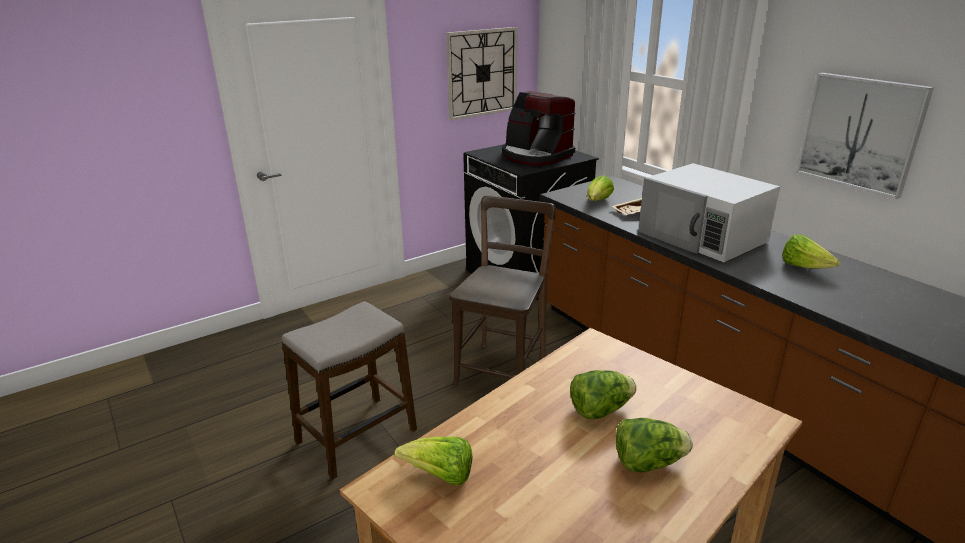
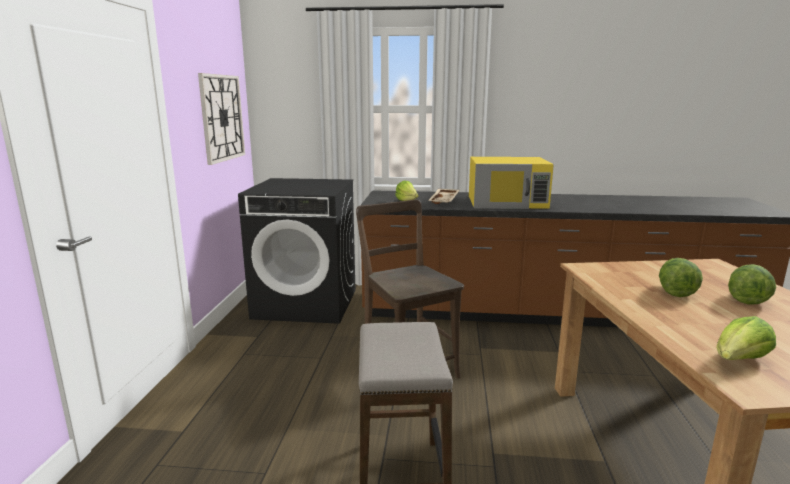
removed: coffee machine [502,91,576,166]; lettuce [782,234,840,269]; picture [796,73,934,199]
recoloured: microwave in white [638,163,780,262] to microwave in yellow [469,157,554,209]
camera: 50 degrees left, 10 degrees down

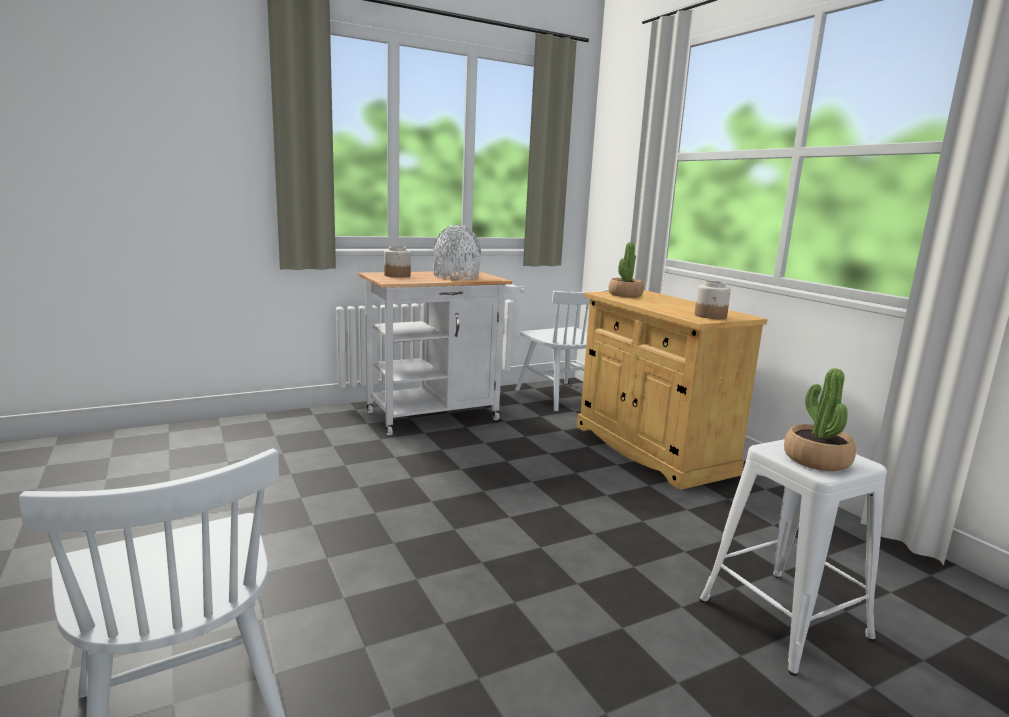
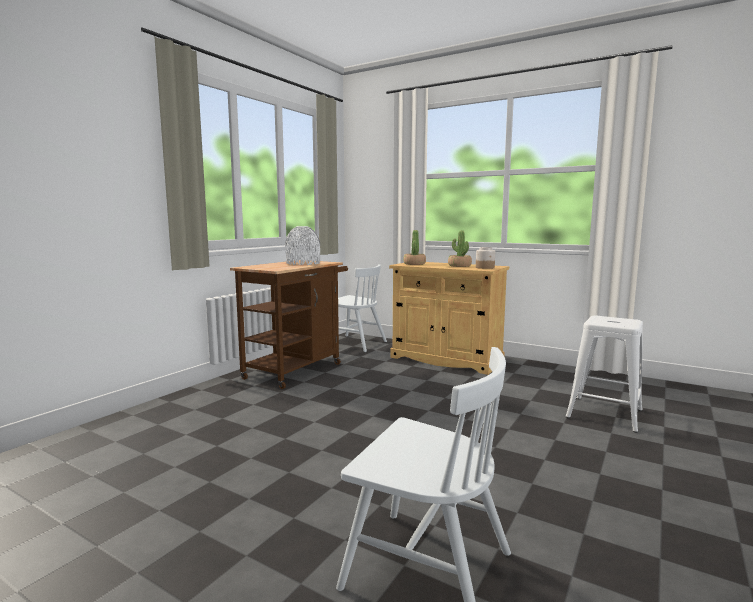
removed: jar [384,246,411,278]
moved: potted plant [784,368,856,471] to [448,230,472,267]
recoloured: cart in white [358,271,526,436] to cart in brown [230,260,348,389]
camera: 30 degrees left, 5 degrees down

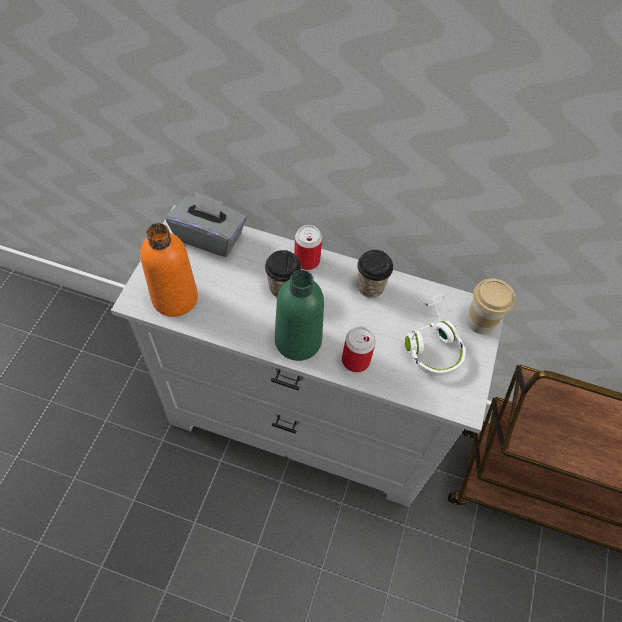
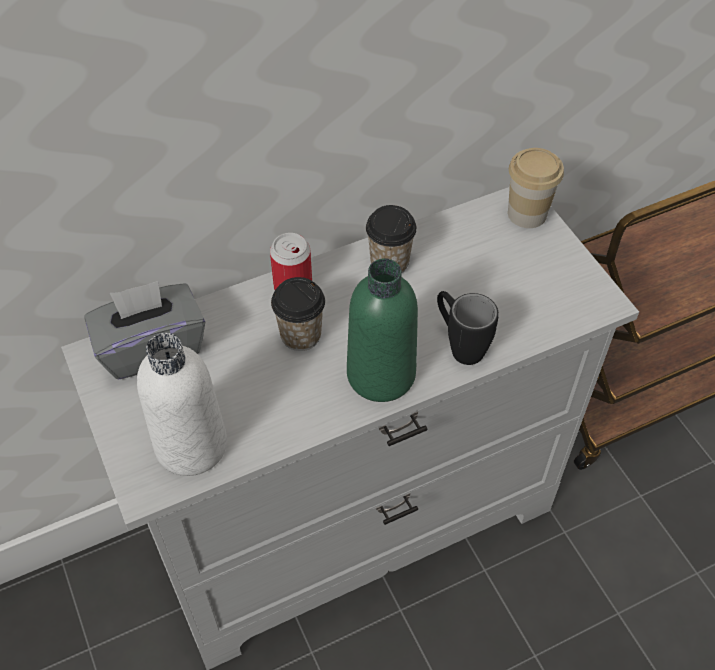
removed: headphones in white [405,295,466,376]
replaced: can [342,327,376,372] to mug in black [437,291,499,365]
recoloured: bottle in orange [140,223,198,317] to bottle in white [137,333,227,476]
camera: 40 degrees left, 5 degrees down

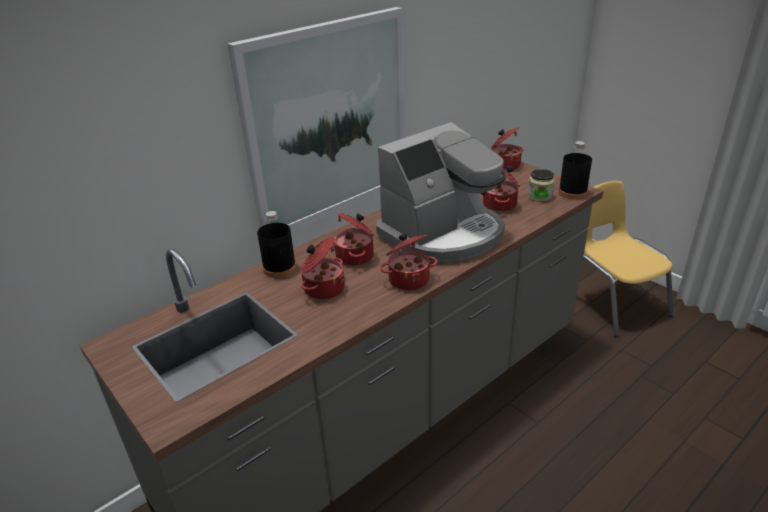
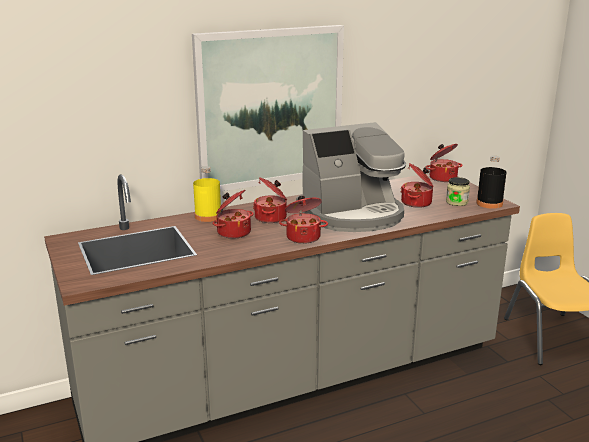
recoloured: bottle in black [257,211,296,278] to bottle in yellow [193,166,221,222]
camera: 15 degrees right, 10 degrees down

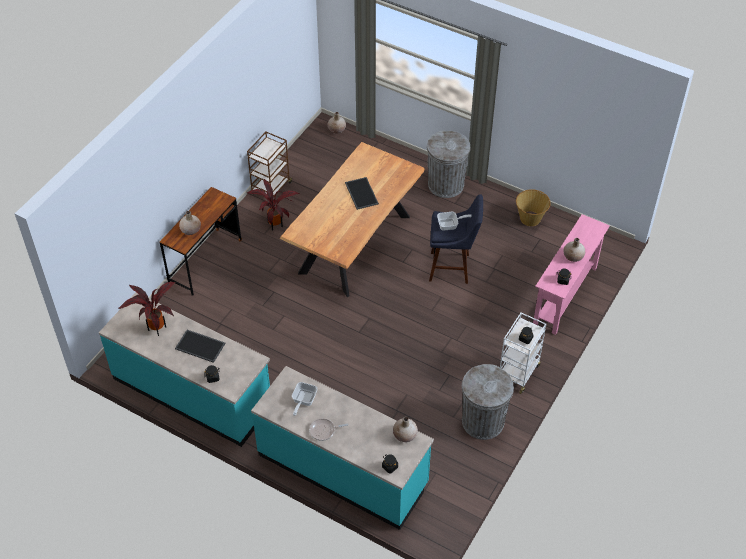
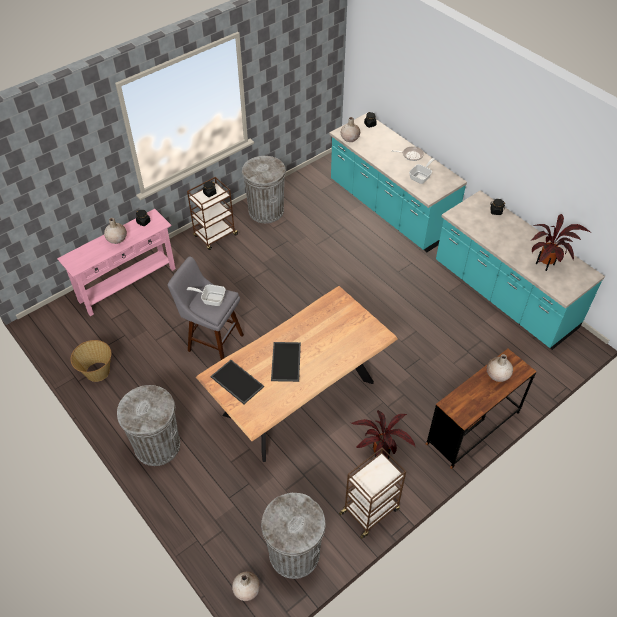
added: trash can in grey [261,493,325,579]
moved: tray [175,330,225,363] to [211,360,264,404]
recoloured: stool in blue [429,194,483,284] to stool in grey [168,256,244,360]; cart in white [500,313,546,394] to cart in brown [187,177,238,250]
camera: 160 degrees left, 0 degrees up

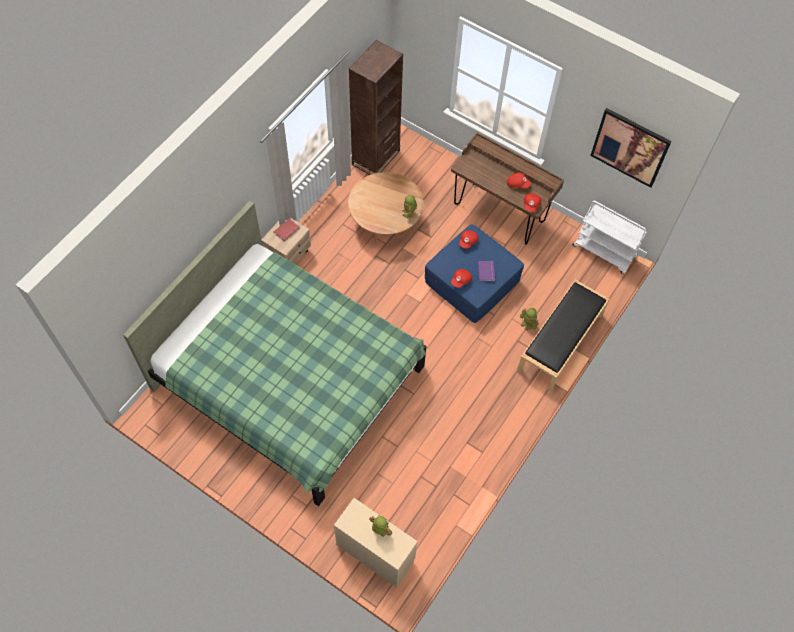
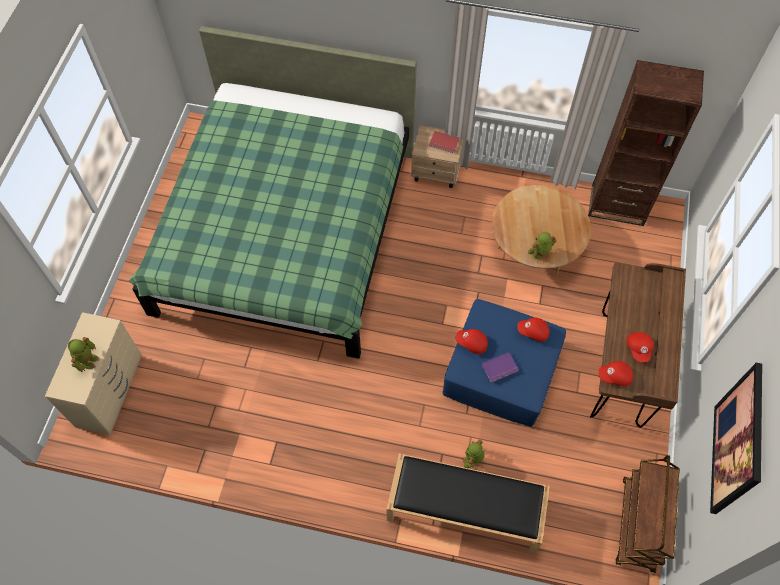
recoloured: cart in white [573,201,647,274] to cart in brown [616,455,680,573]
camera: 70 degrees right, 0 degrees up

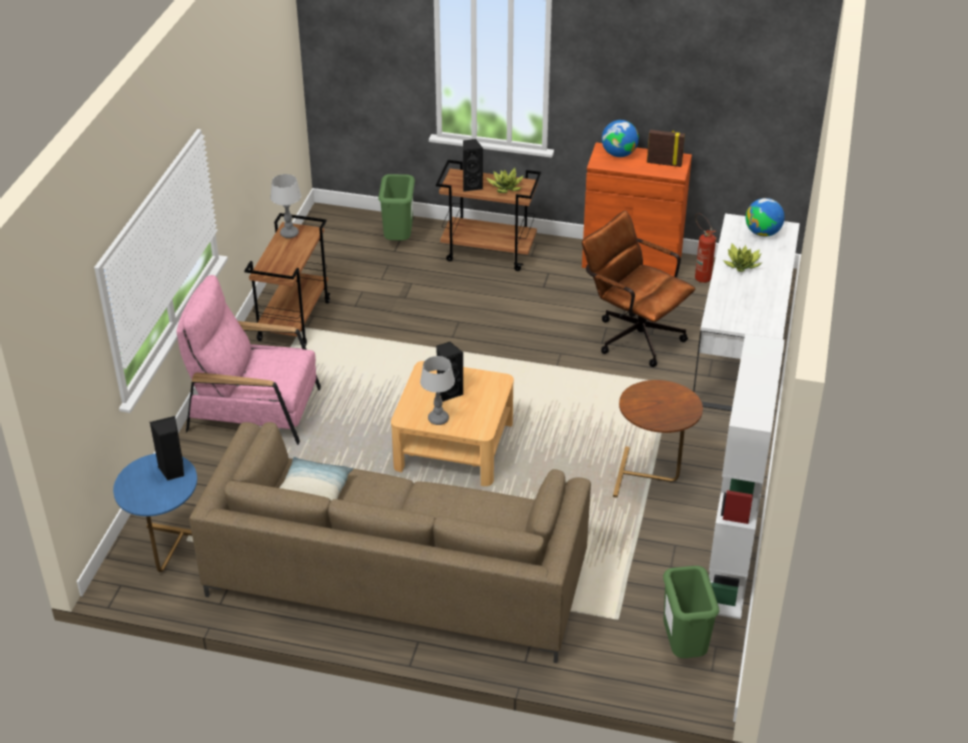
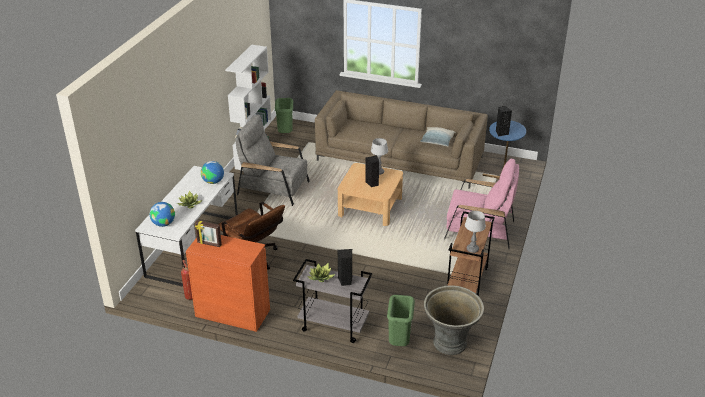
added: planter in grey [424,285,484,355]
moved: globe [602,120,639,157] to [201,161,224,184]
replaced: side table in brown [613,380,703,497] to armchair in grey [235,115,309,206]
recoloured: cart in brown [436,160,541,271] to cart in grey [293,259,372,343]
camera: 175 degrees left, 5 degrees down

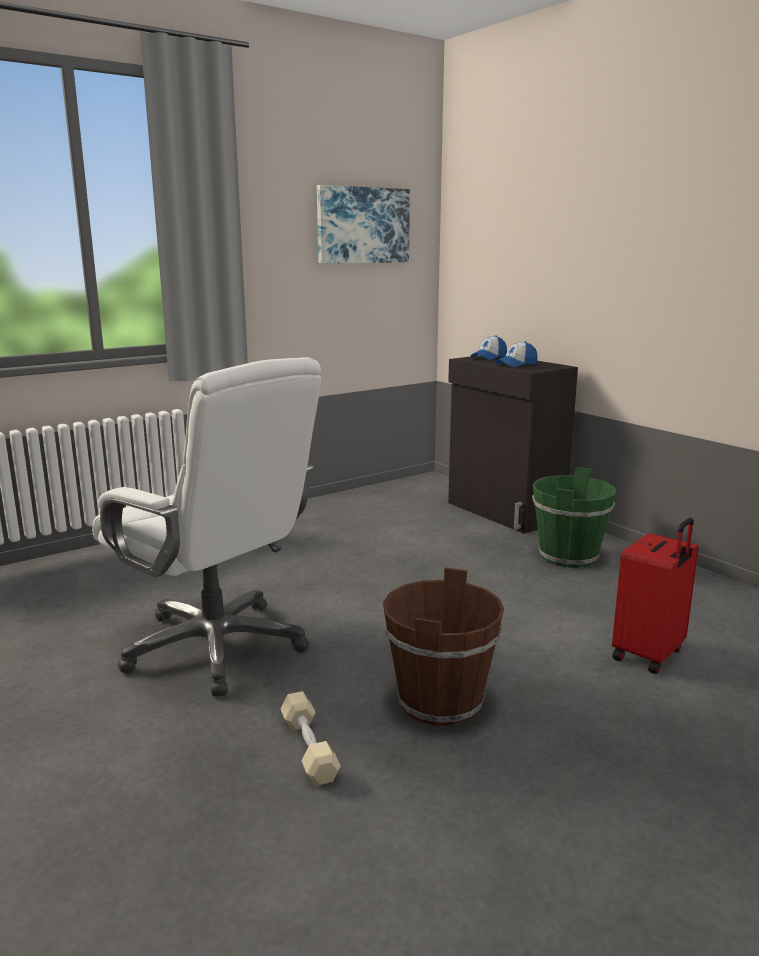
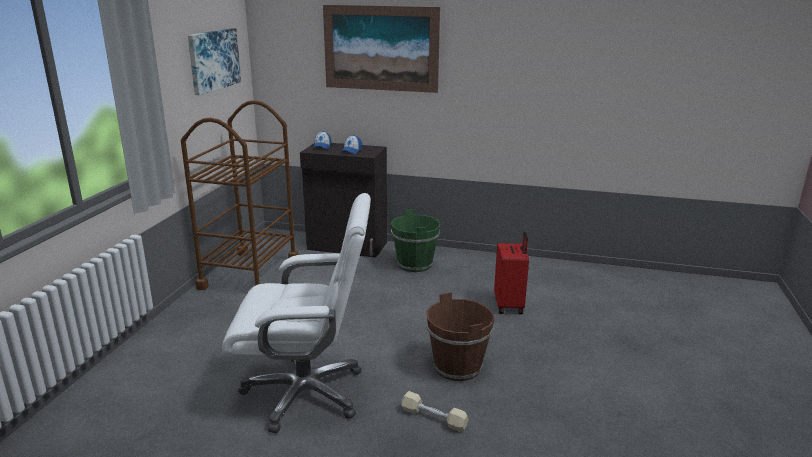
added: cart in brown [181,100,299,290]; picture [323,5,440,93]
camera: 40 degrees left, 5 degrees up

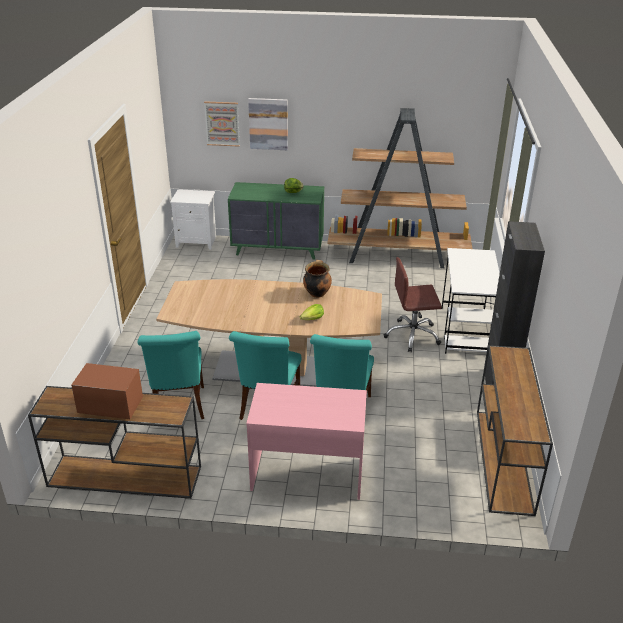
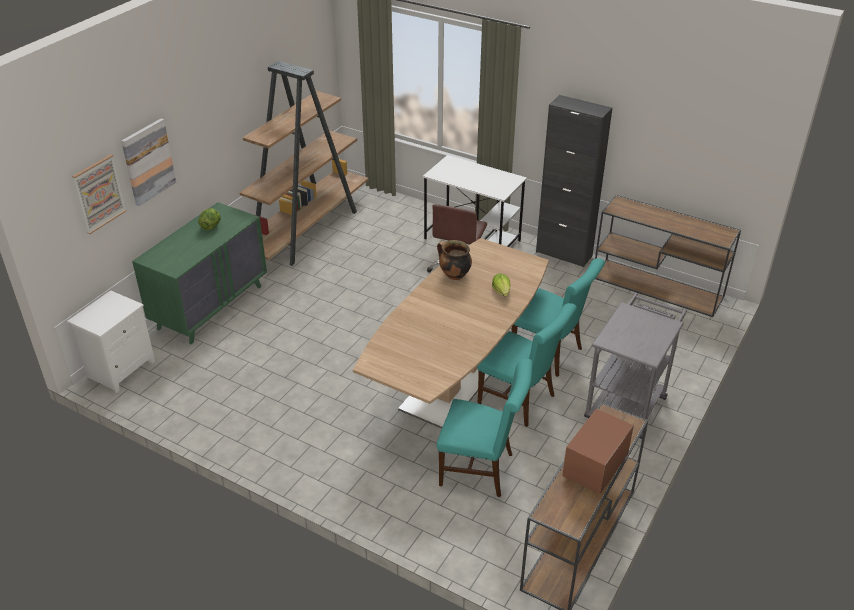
replaced: desk in pink [246,383,367,500] to cart in grey [584,293,687,439]
camera: 65 degrees left, 5 degrees up

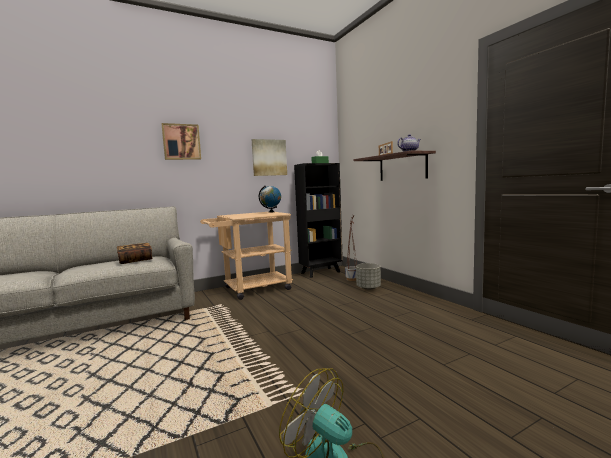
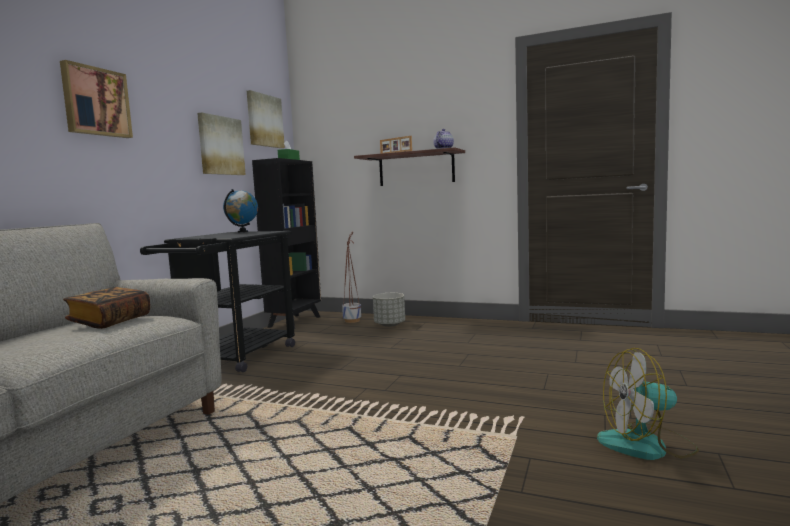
added: picture [247,90,285,148]
recoloured: cart in beige [200,212,293,300] to cart in black [140,231,295,372]
camera: 40 degrees left, 0 degrees up

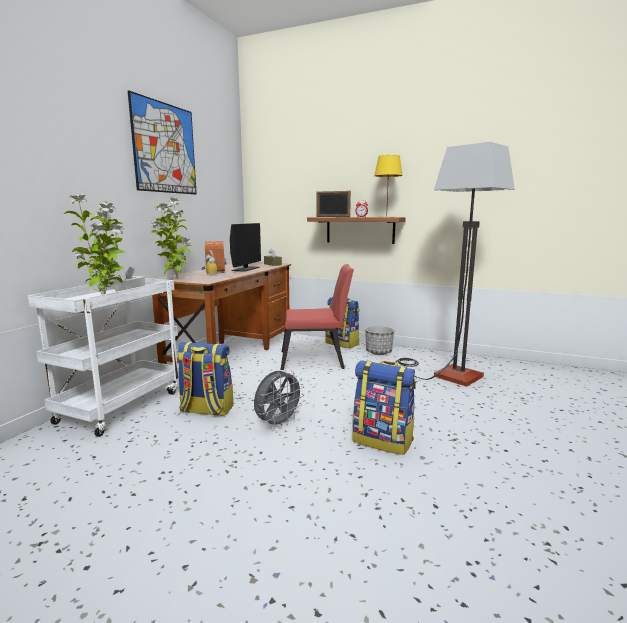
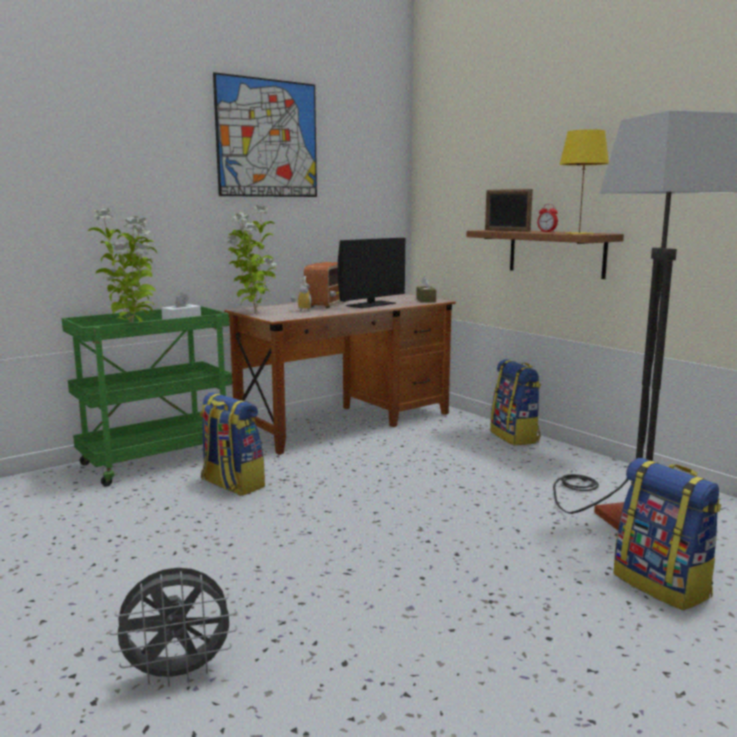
removed: chair in red [281,264,354,370]; planter [365,326,394,355]
moved: fan in grey [254,370,304,429] to [109,568,237,687]; backpack [352,361,416,455] to [613,458,721,611]
recoloured: cart in white [27,278,179,437] to cart in green [62,306,232,487]
camera: 30 degrees right, 0 degrees up

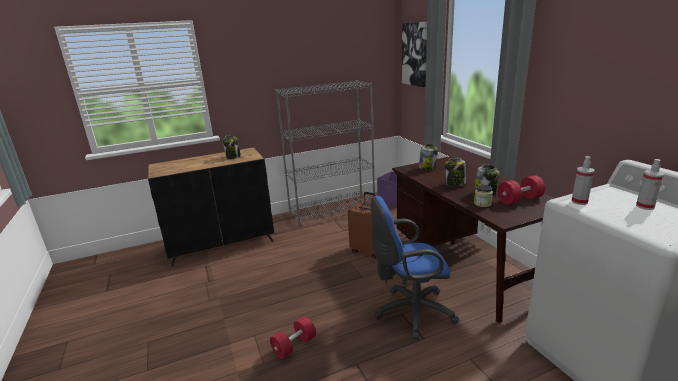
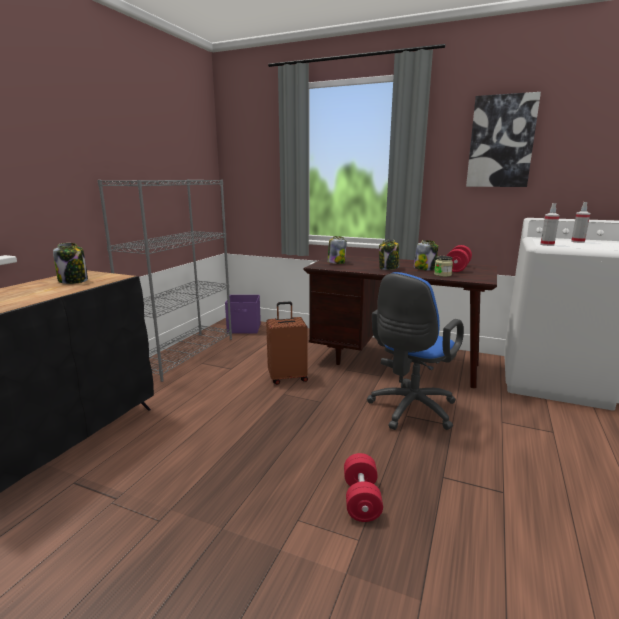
moved: picture [402,22,427,87] to [466,92,541,187]
camera: 45 degrees left, 5 degrees down

